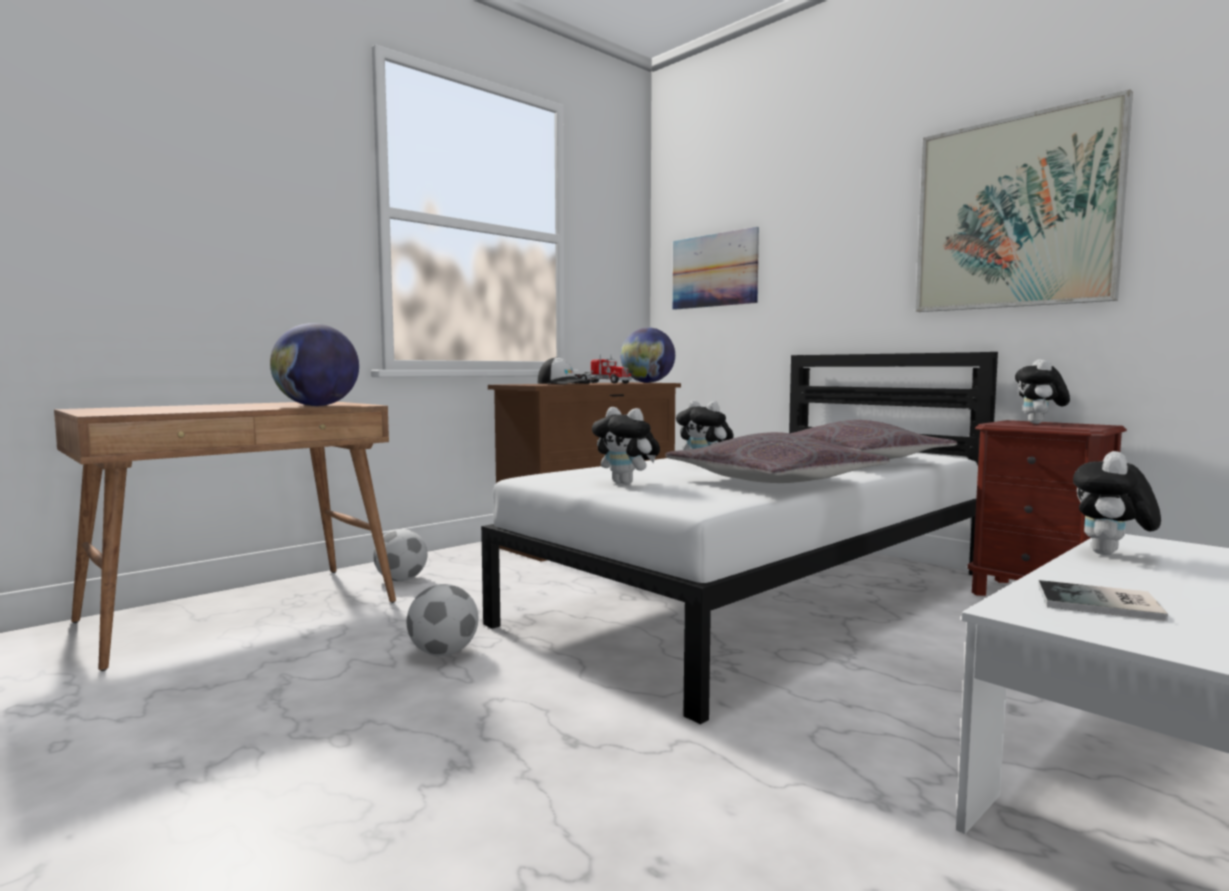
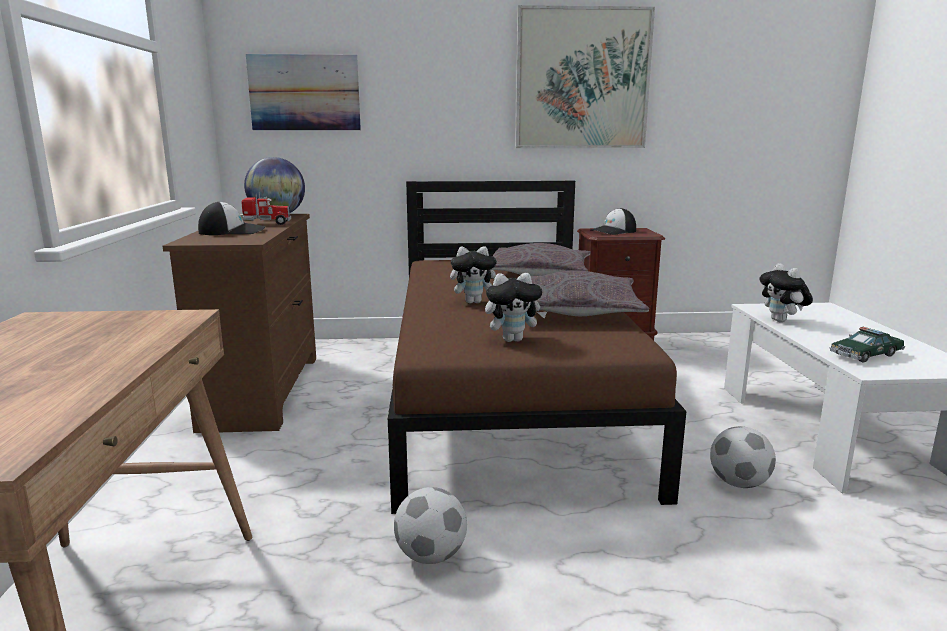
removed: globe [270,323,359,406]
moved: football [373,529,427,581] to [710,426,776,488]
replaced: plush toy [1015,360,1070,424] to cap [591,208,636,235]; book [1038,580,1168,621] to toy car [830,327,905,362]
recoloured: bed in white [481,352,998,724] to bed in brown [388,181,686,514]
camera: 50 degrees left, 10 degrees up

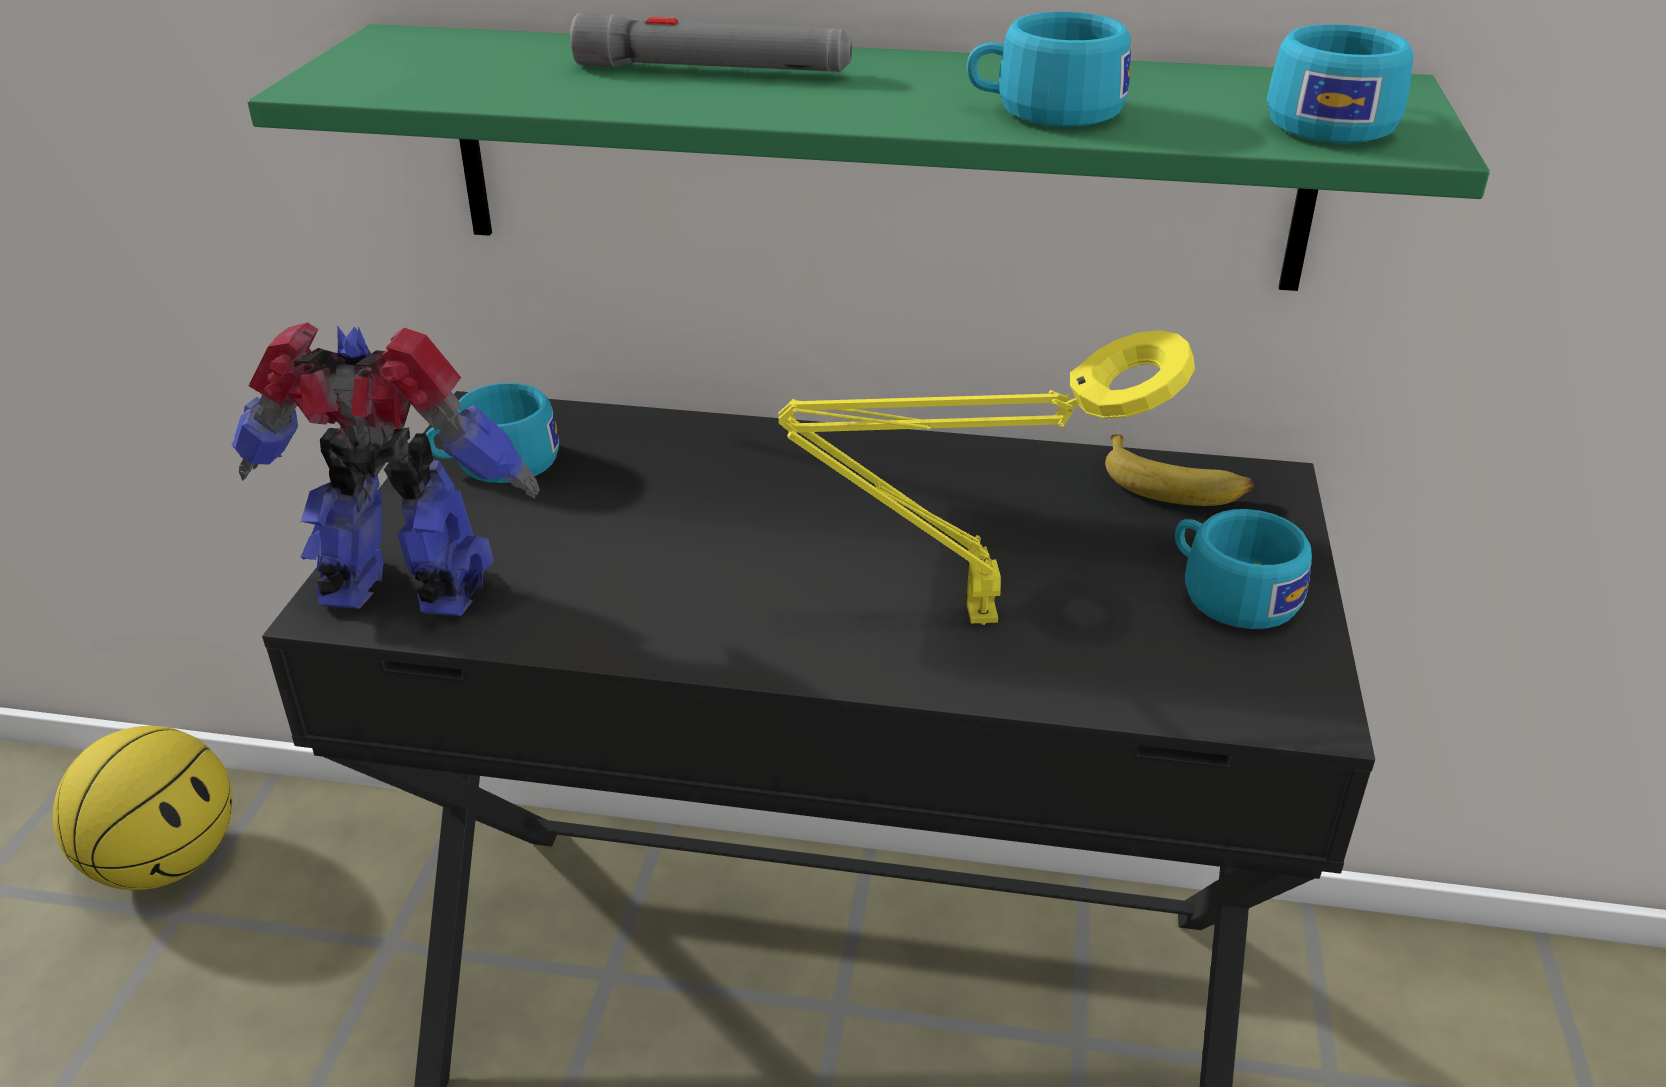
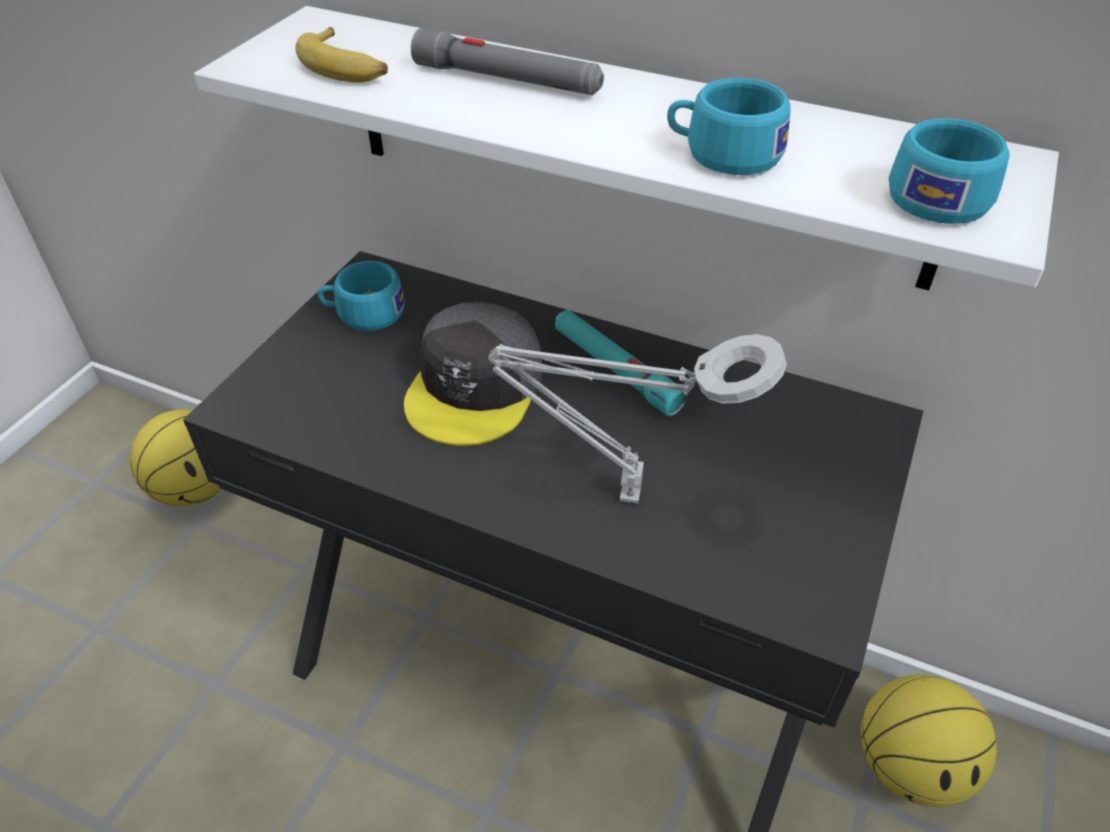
removed: toy robot [231,323,540,616]; cup in turquoise [1175,509,1312,629]
added: cap in grey [404,302,542,446]; flashlight in turquoise [555,310,687,416]; basketball [861,674,997,807]
moved: banana [1105,434,1254,506] to [295,27,388,83]
recoloured: shelf in green [247,24,1490,291] to shelf in white [194,6,1059,290]; table lamp in yellow [778,330,1195,625] to table lamp in grey [488,334,787,504]
camera: 15 degrees right, 10 degrees up

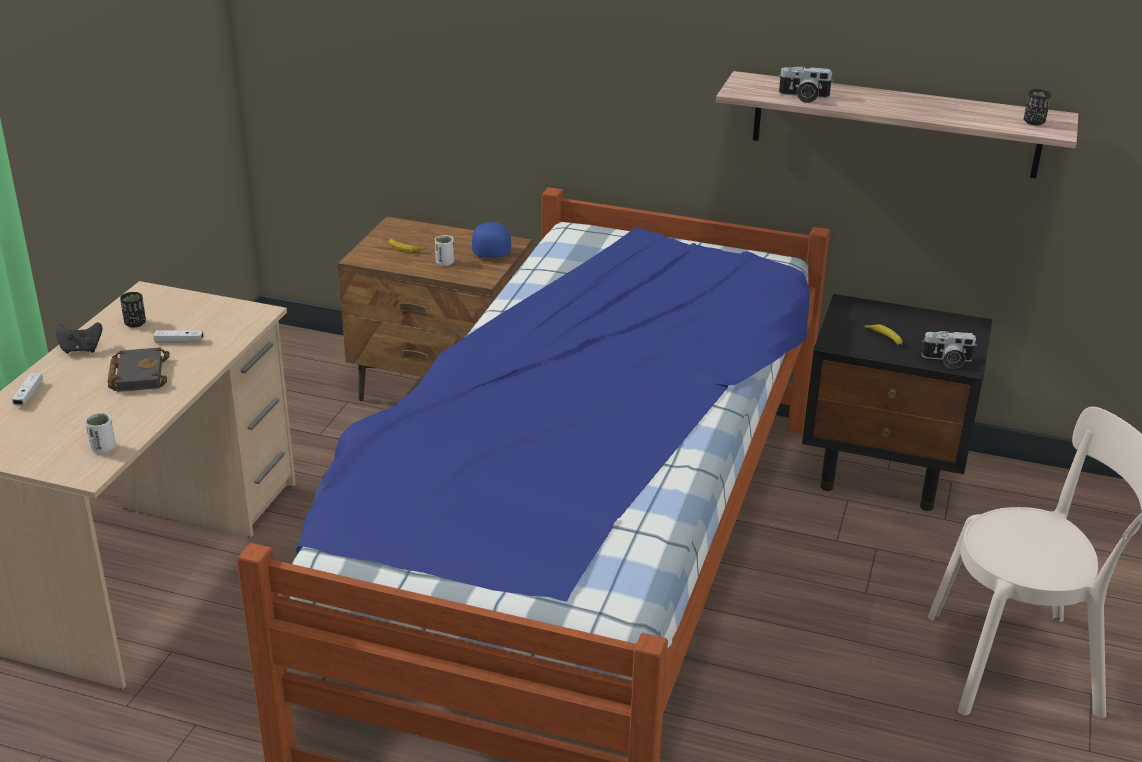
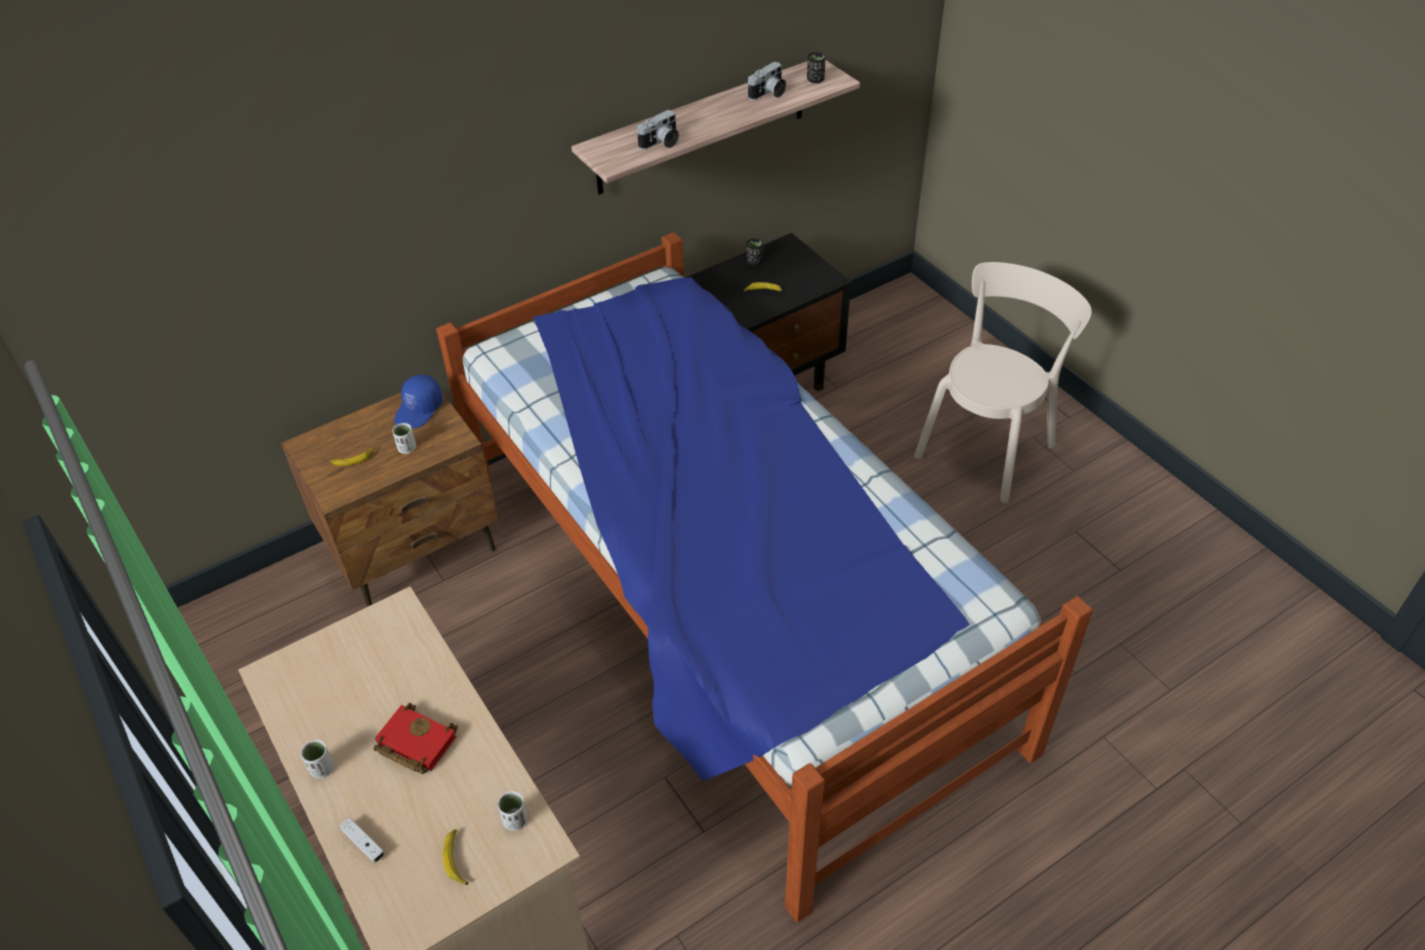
removed: game controller in white [153,330,203,343]
added: banana [443,829,469,885]
moved: cup in black [120,292,146,328] to [746,238,763,266]; photo camera [922,331,977,369] to [748,62,787,100]
replaced: game controller in black [56,322,102,354] to cup in white [301,740,334,778]
recoloured: book in black [107,347,169,392] to book in red [373,703,458,774]
turned: cap in blue [472,222,511,258] = [394,374,443,428] 105 degrees counterclockwise
camera: 50 degrees left, 15 degrees up

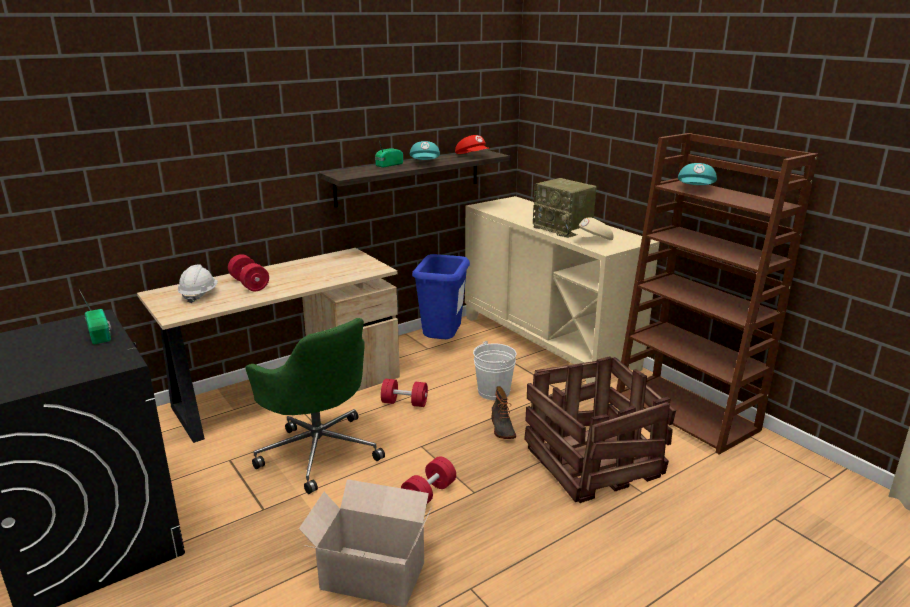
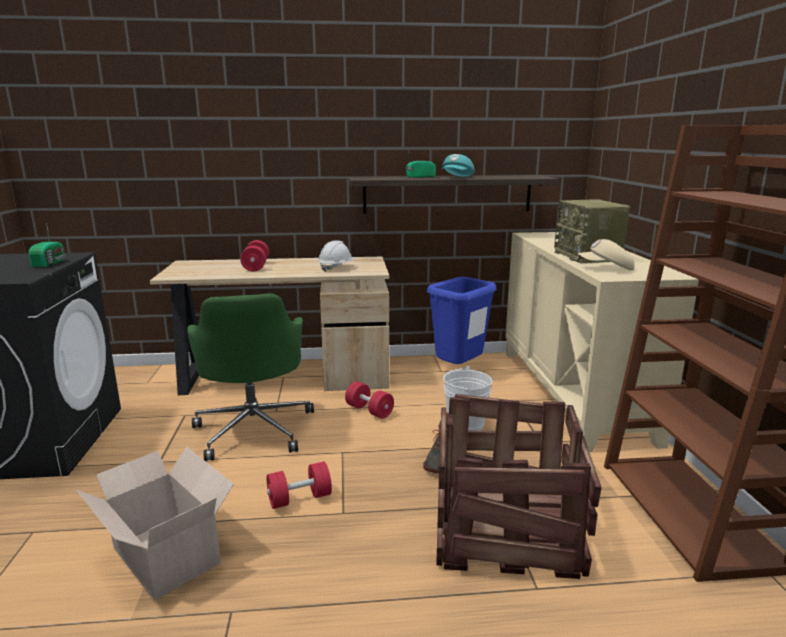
removed: cap in red [455,135,490,154]; cap in turquoise [678,163,717,185]
moved: hard hat in white [178,265,218,304] to [318,240,355,272]
camera: 30 degrees right, 5 degrees down

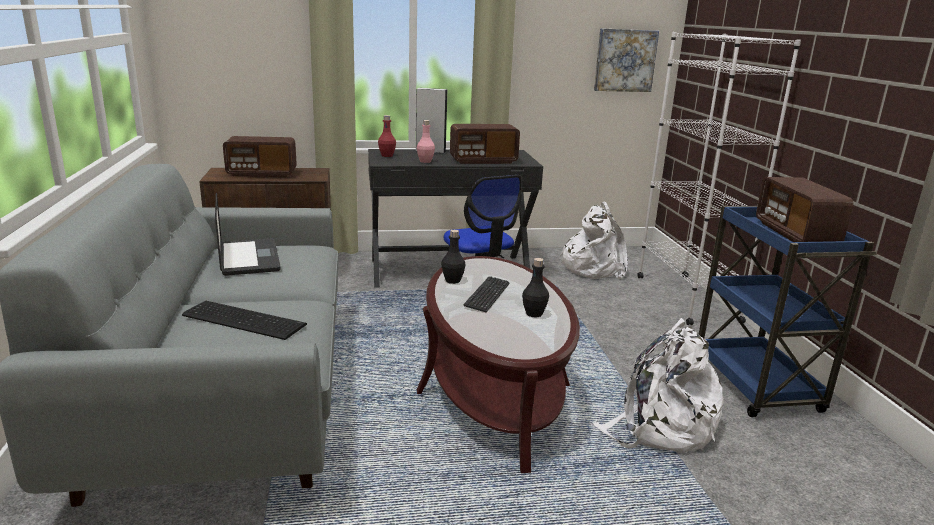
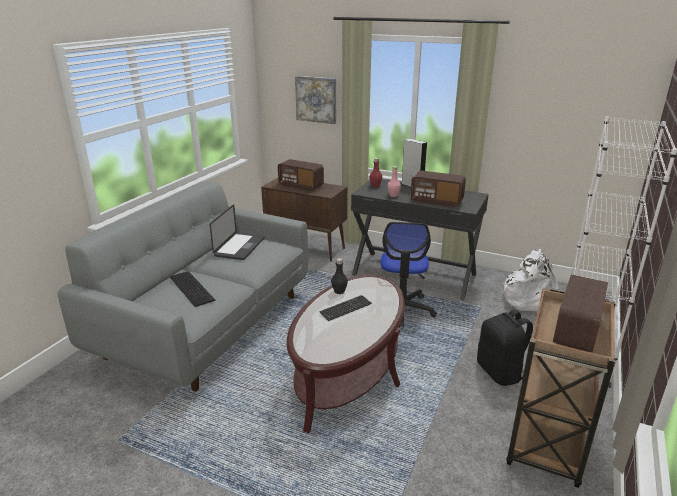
removed: bottle in black [522,258,549,317]; backpack in white [593,318,724,453]
added: backpack in black [477,309,533,386]
moved: picture [594,28,659,92] to [295,76,336,124]
recoloured: cart in blue [699,206,877,417] to cart in brown [506,287,615,488]
camera: 35 degrees right, 5 degrees up

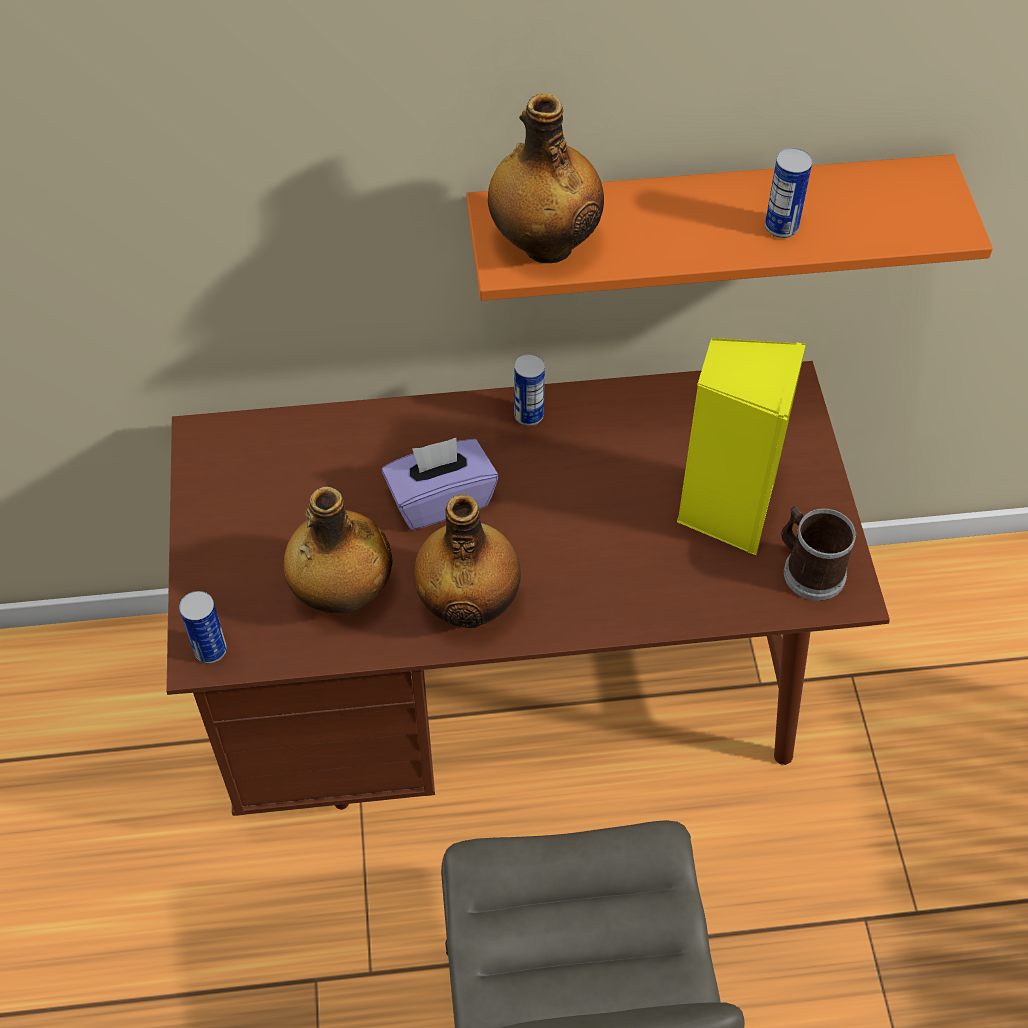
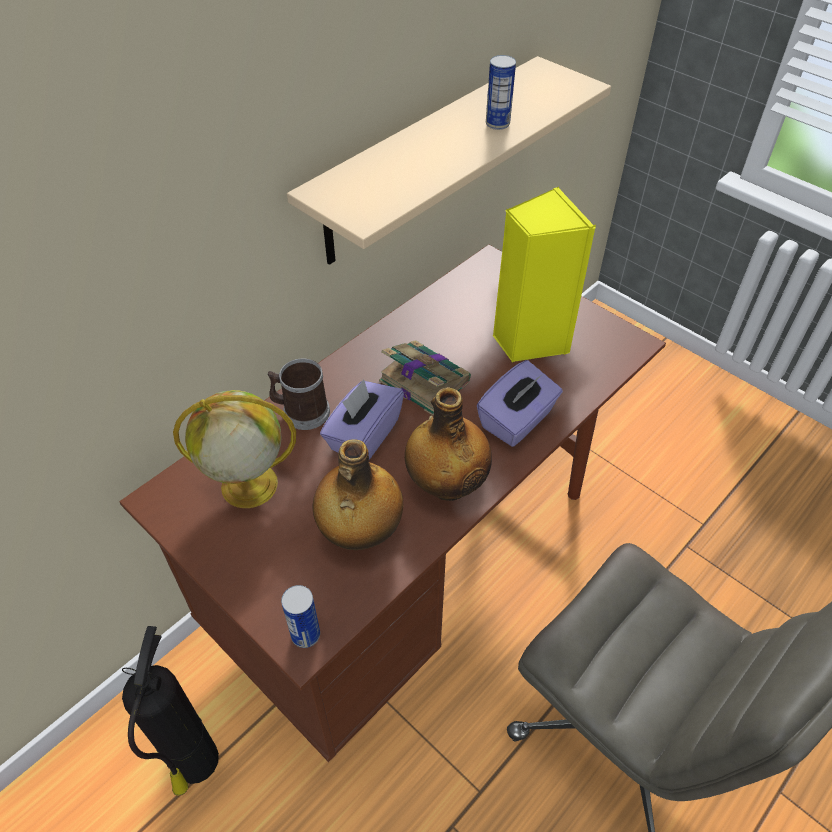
removed: bottle [488,93,604,263]; can [514,354,545,426]
added: fire extinguisher [122,626,219,796]; globe [173,390,296,508]; book [379,340,471,415]; tissue box in purple [477,360,563,447]
moved: mug [781,506,857,601] to [268,358,330,430]
recoloured: shelf in orange [467,154,993,301] to shelf in beige [287,56,611,265]
camera: 40 degrees left, 5 degrees down

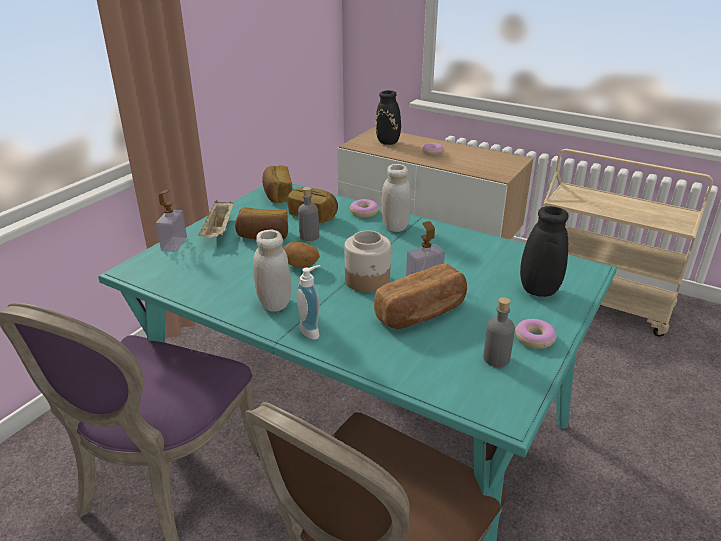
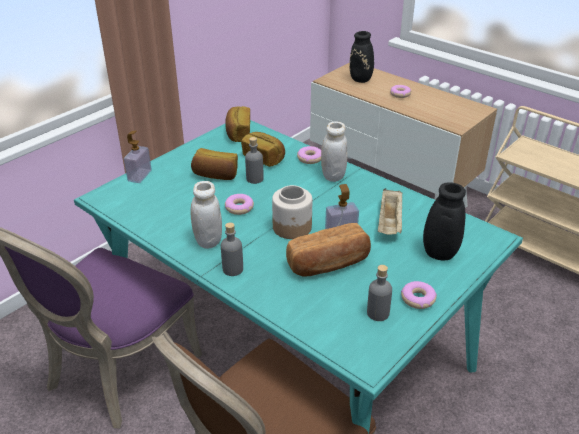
moved: tray in beige [199,200,234,238] to [378,188,403,235]
replaced: potato [283,242,320,268] to donut [225,194,254,215]; soap dispenser [296,265,321,340] to bottle in grey [221,222,243,276]
camera: 10 degrees right, 5 degrees up

